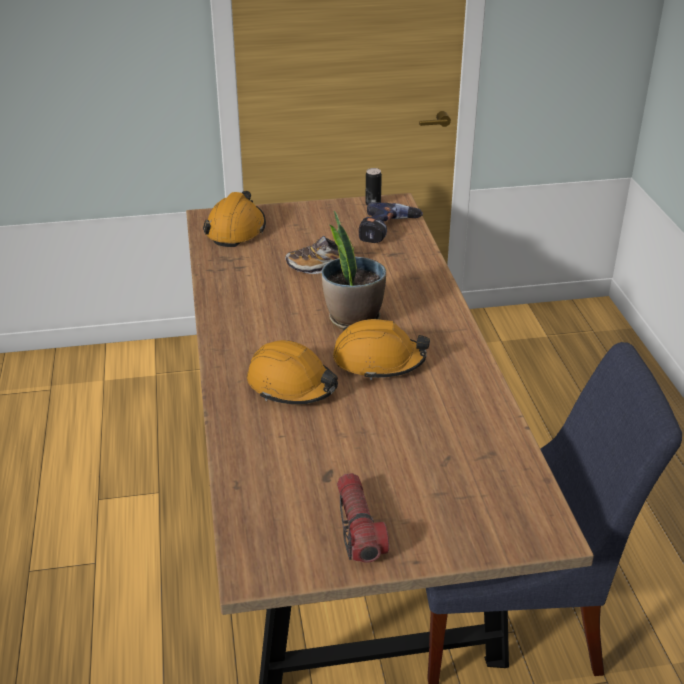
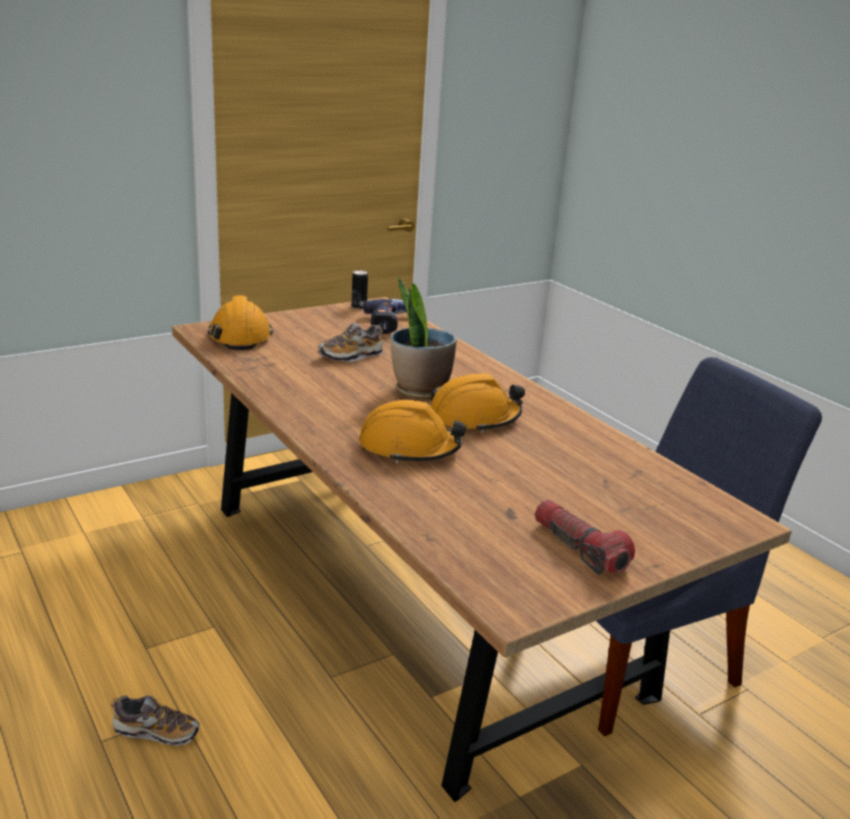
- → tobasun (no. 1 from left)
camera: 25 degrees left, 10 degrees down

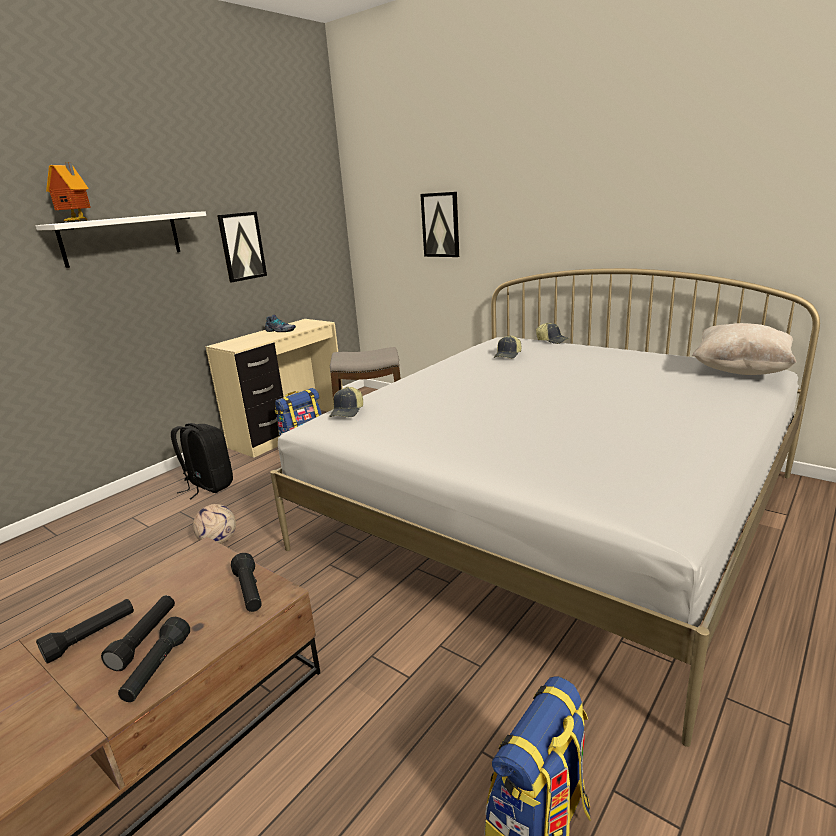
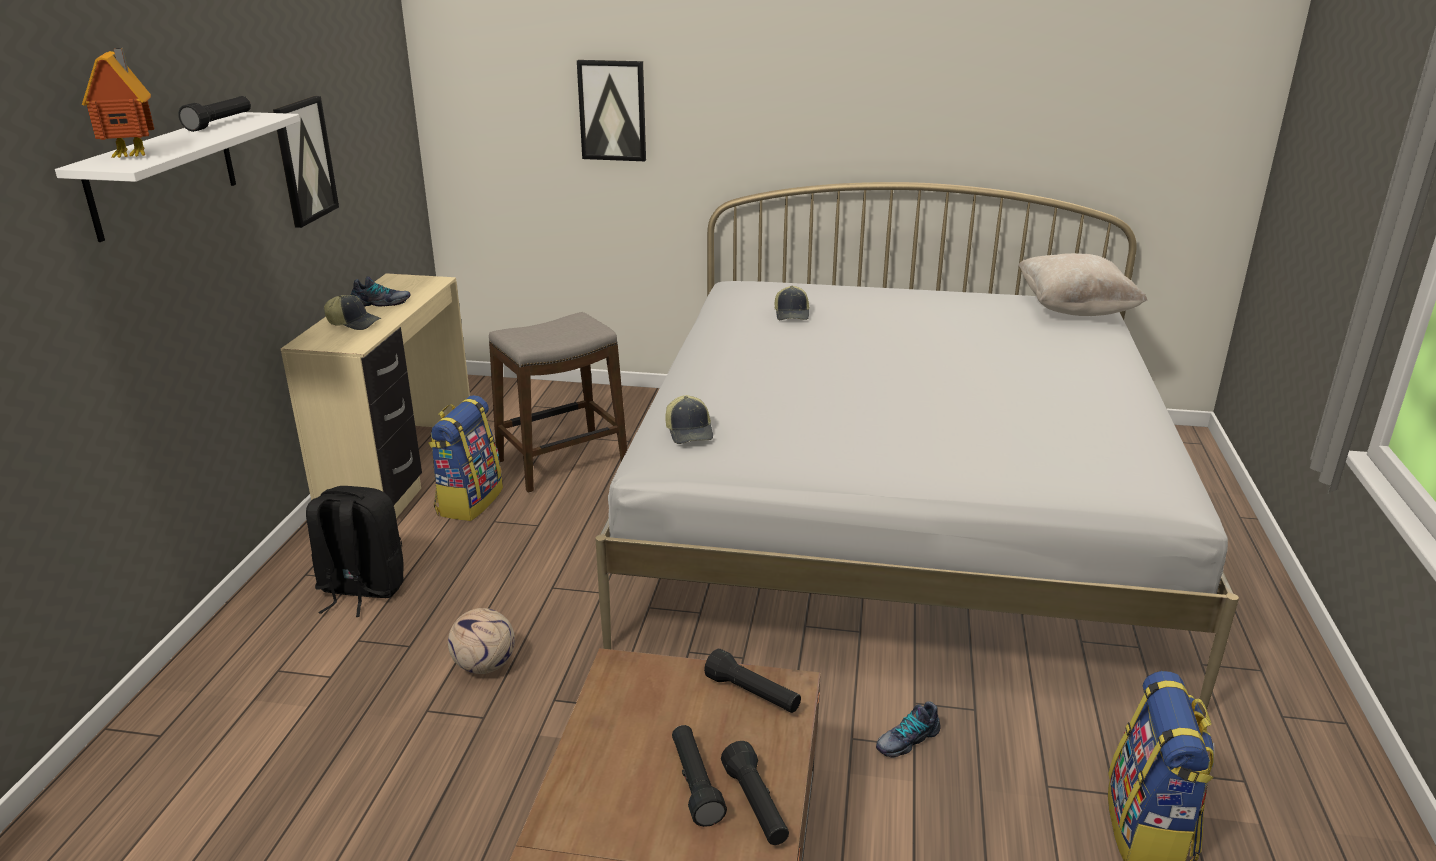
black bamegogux (no. 1 from left), relocated
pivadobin (no. 3 from left in the first image) → pivadobin (no. 1 from left), relocated
- → tobasun (no. 2 from left)
camera: 30 degrees left, 5 degrees up

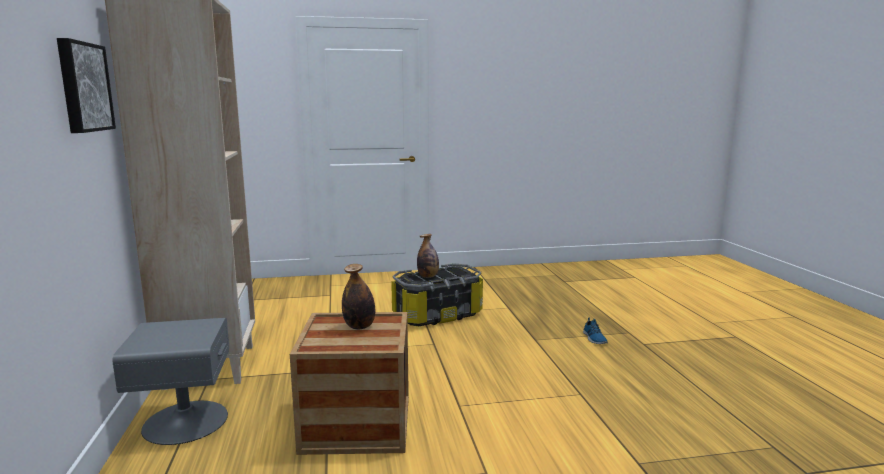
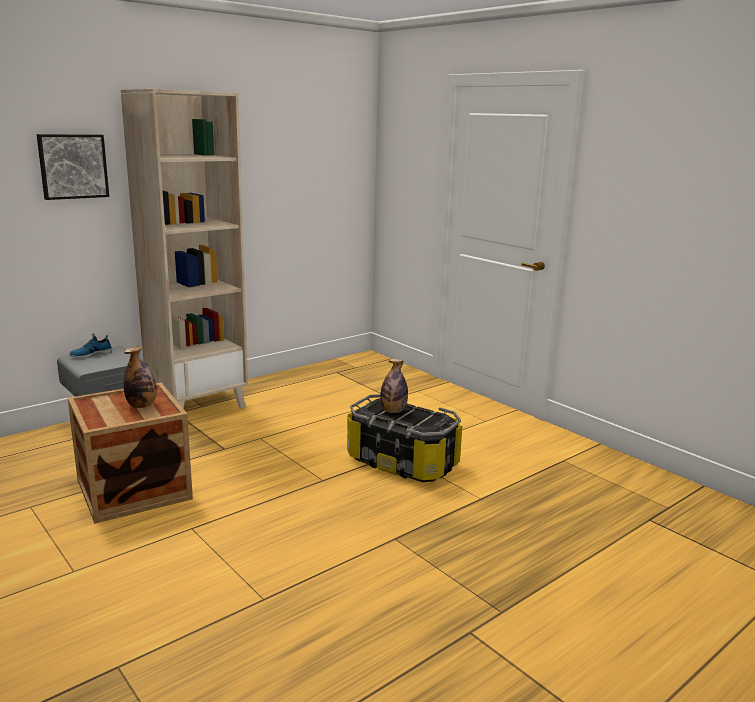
tobasun, relocated
camera: 60 degrees right, 5 degrees up

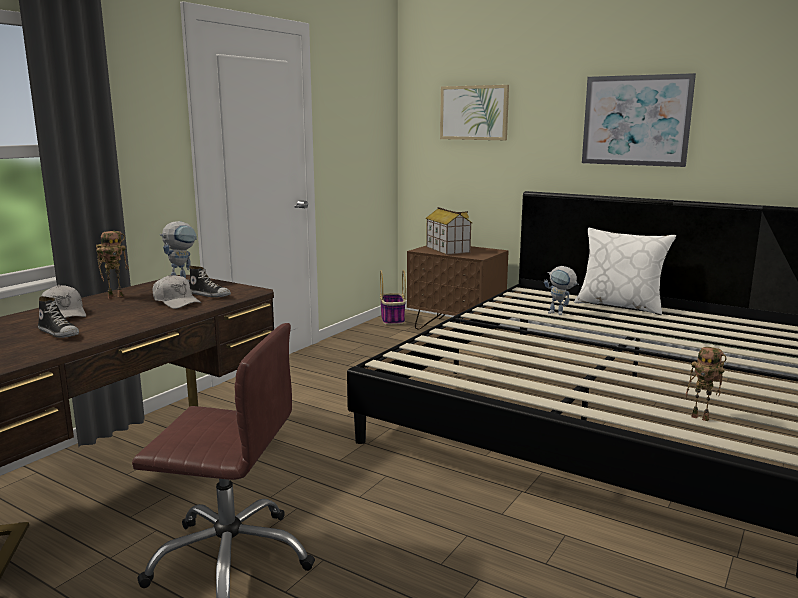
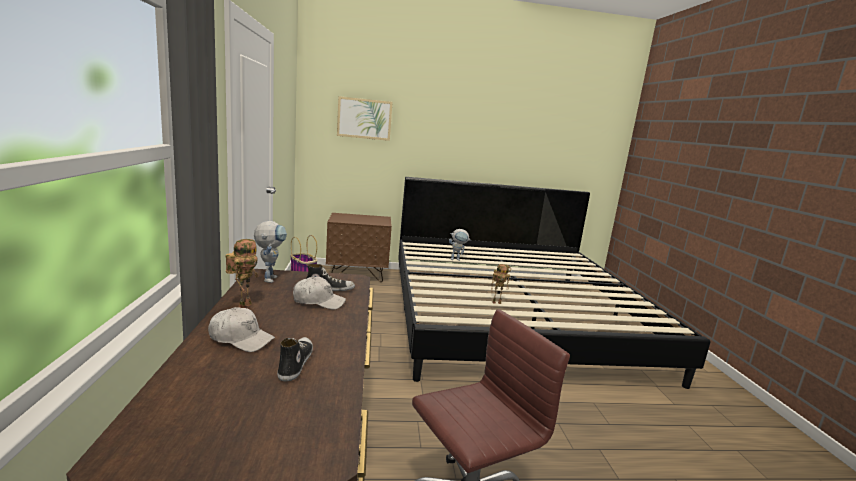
tobasun (no. 1 from left), 90 degrees counterclockwise
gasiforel → -
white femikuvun → -
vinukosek (no. 2 from left) → -
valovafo (no. 4 from left), relocated
camera: 40 degrees left, 0 degrees up

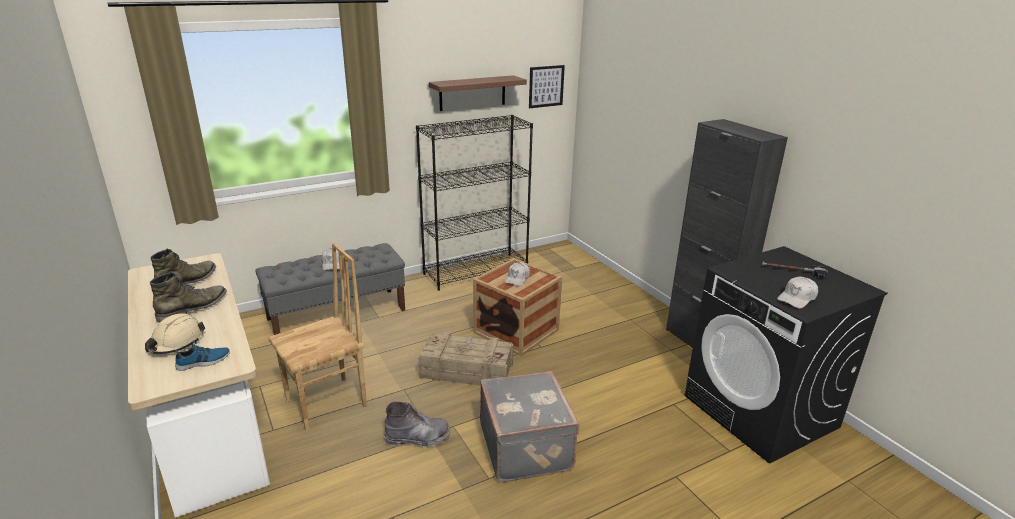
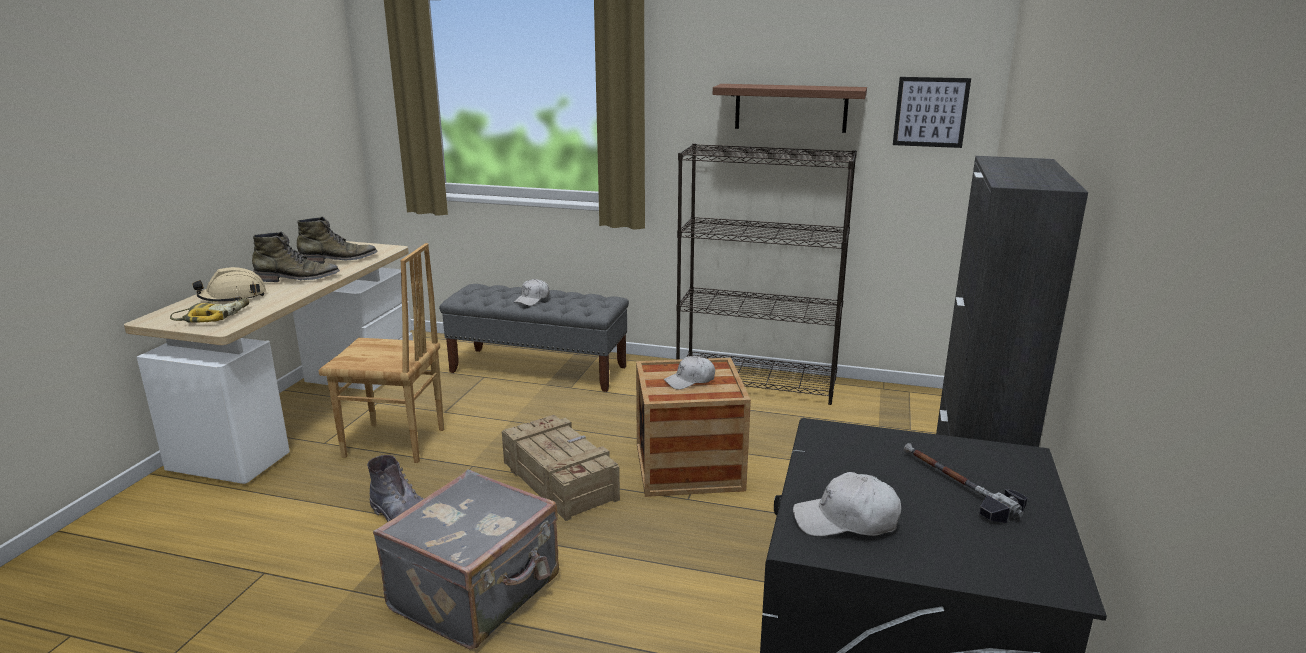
tobasun → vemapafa
camera: 45 degrees right, 5 degrees down

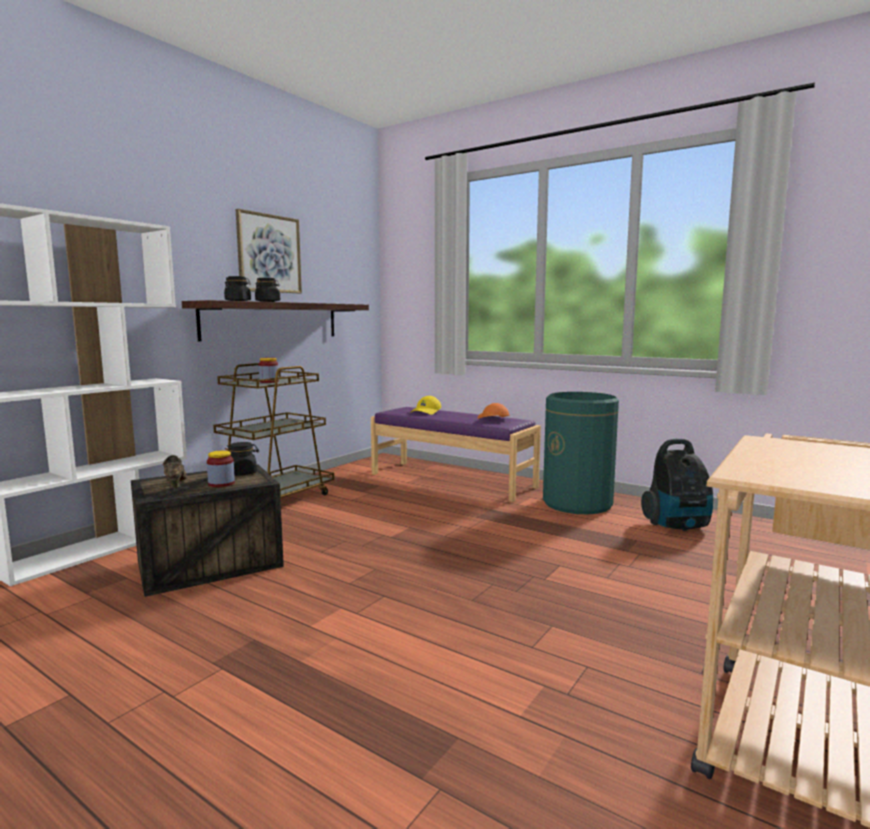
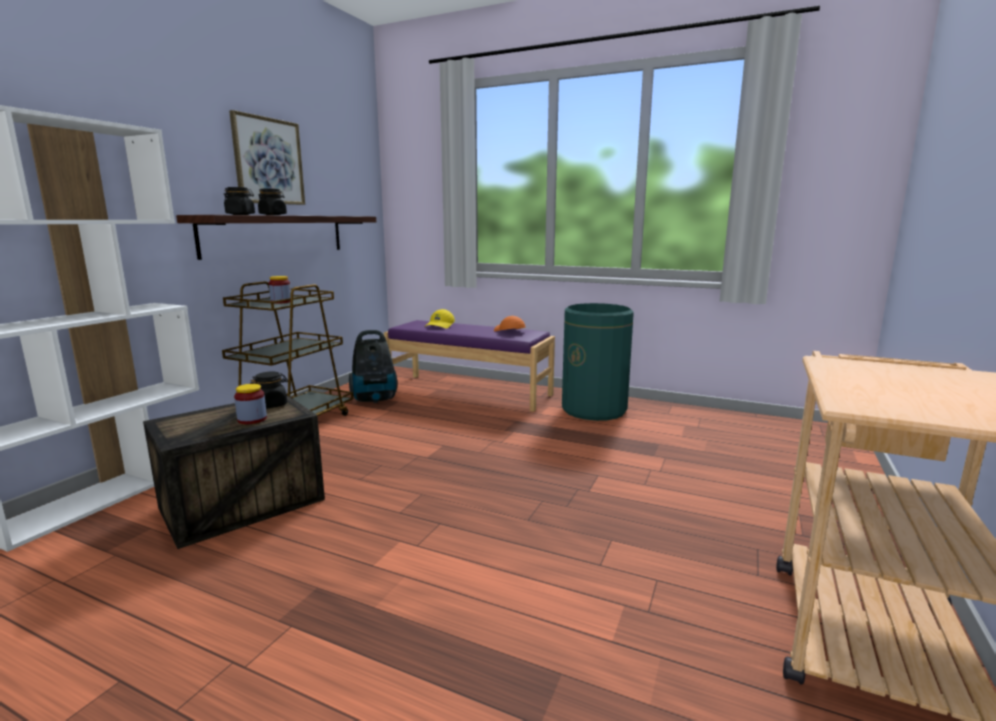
brown tobasun → -
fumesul, relocated
camera: 10 degrees left, 5 degrees up

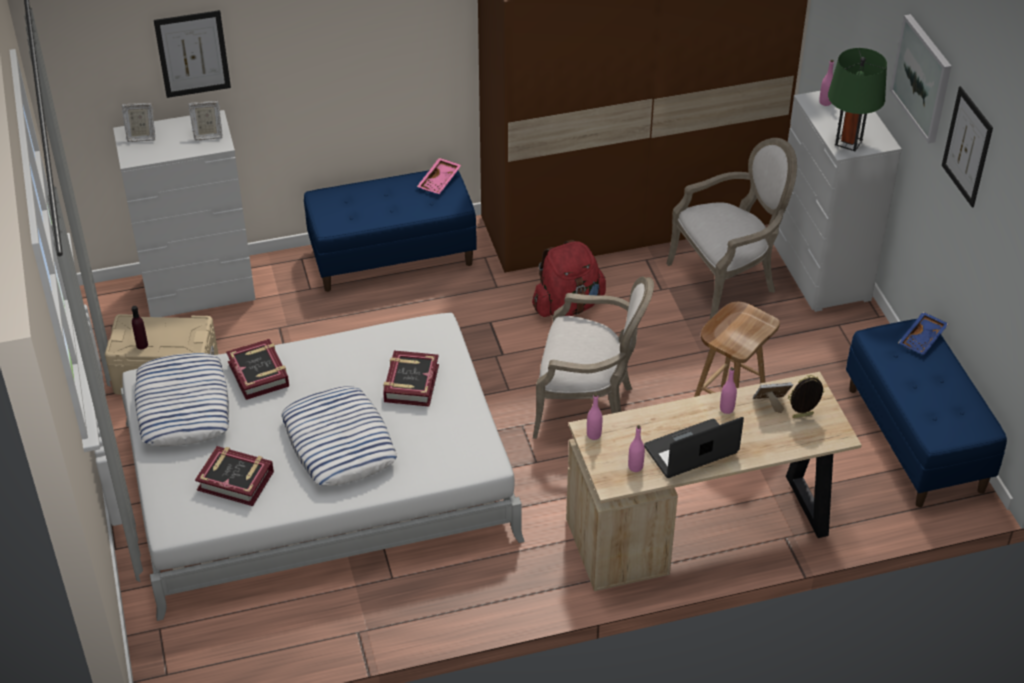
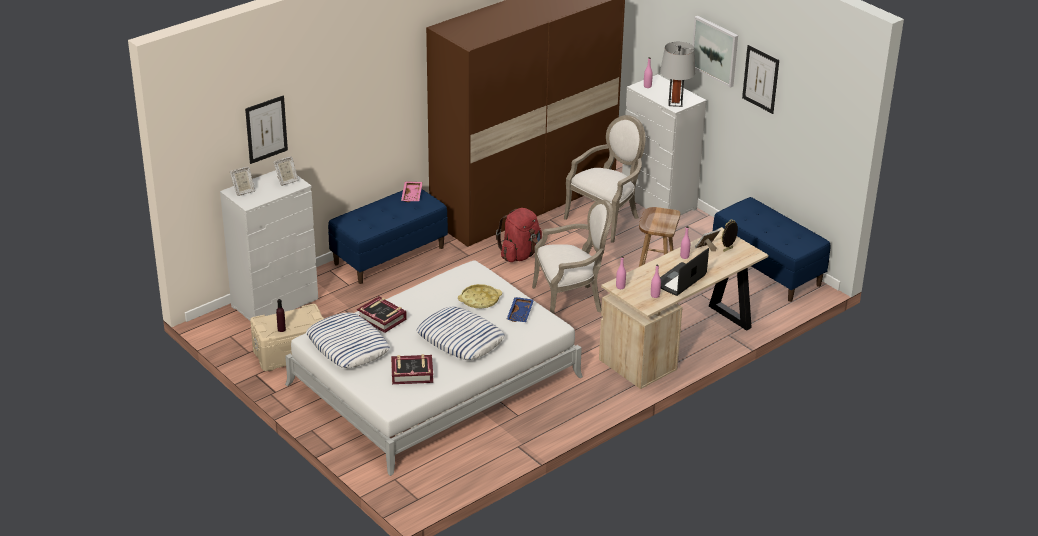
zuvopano (no. 3 from left) → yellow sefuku
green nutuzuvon → grey nutuzuvon
blue sefuku, relocated
camera: 25 degrees left, 10 degrees down

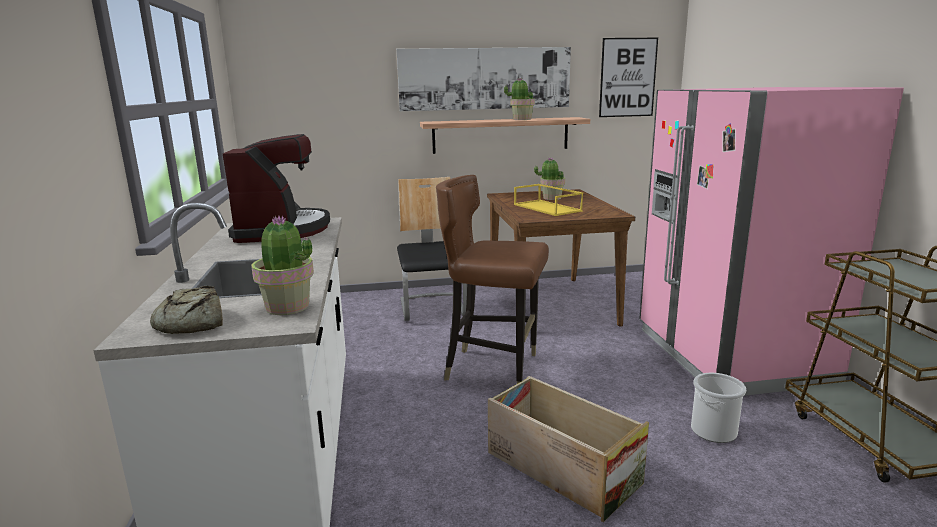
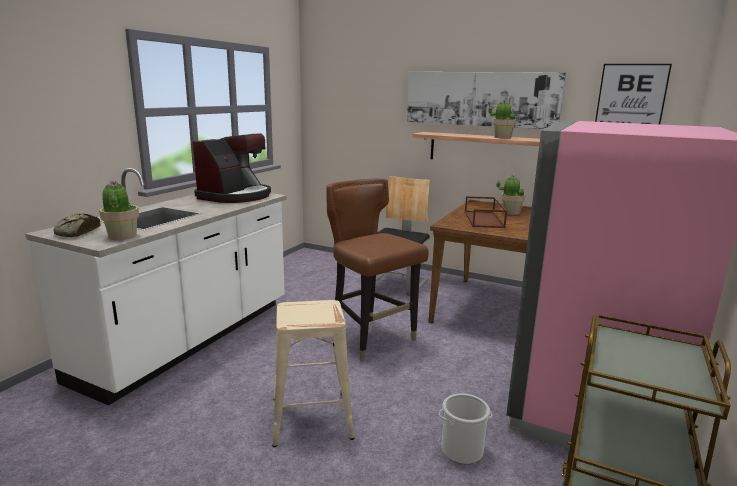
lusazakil → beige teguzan
yellow sefuku → brown sefuku
camera: 35 degrees right, 0 degrees up

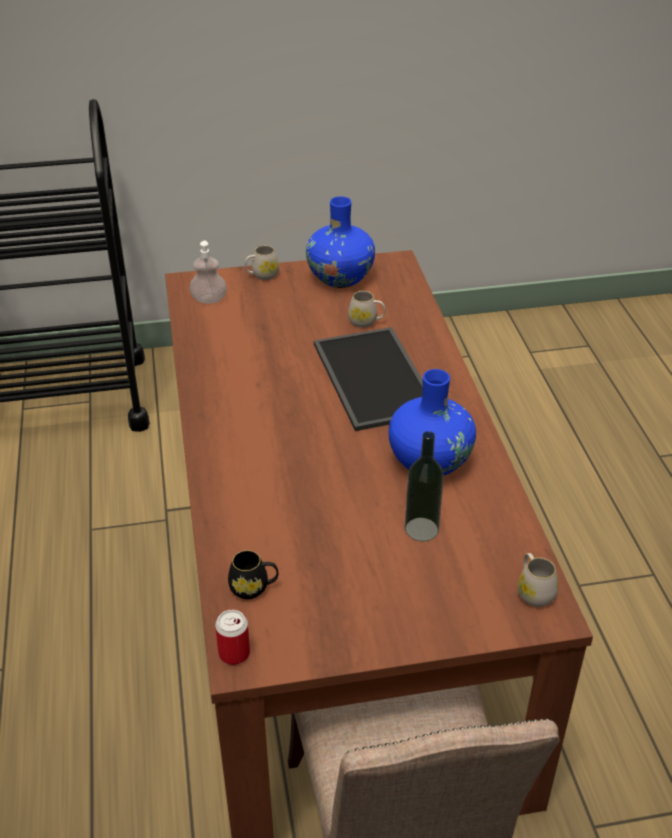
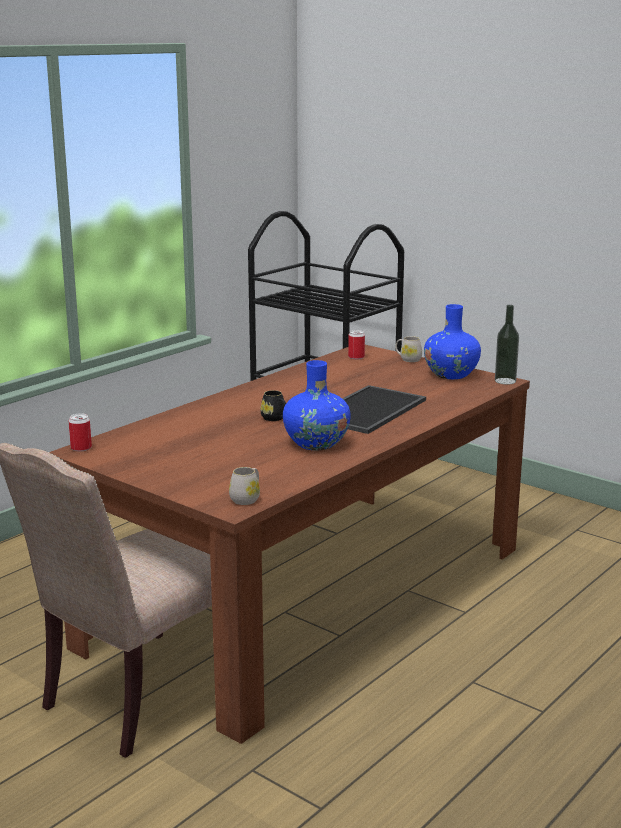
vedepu → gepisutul (no. 2 from left)
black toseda, relocated
white toseda (no. 2 from left) → -
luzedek, relocated
camera: 50 degrees right, 20 degrees down

